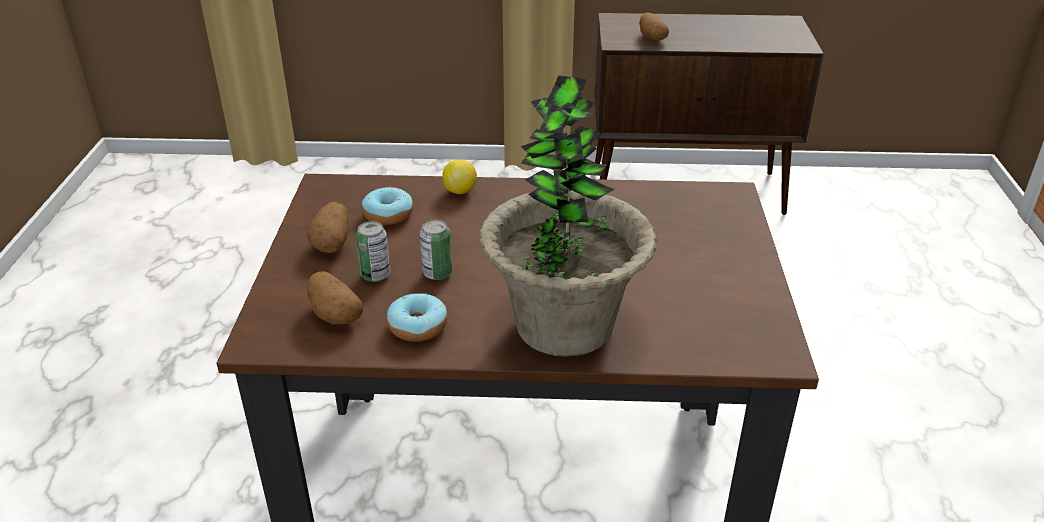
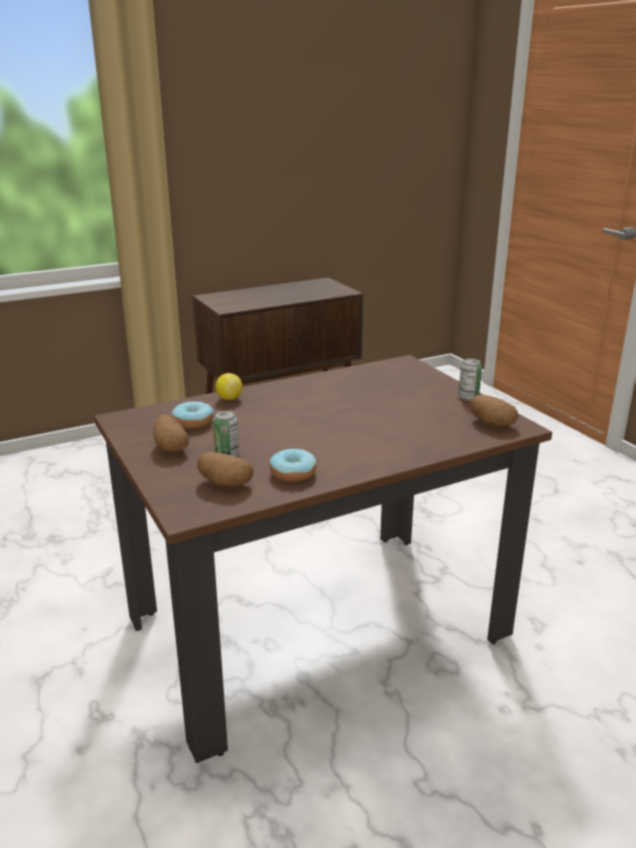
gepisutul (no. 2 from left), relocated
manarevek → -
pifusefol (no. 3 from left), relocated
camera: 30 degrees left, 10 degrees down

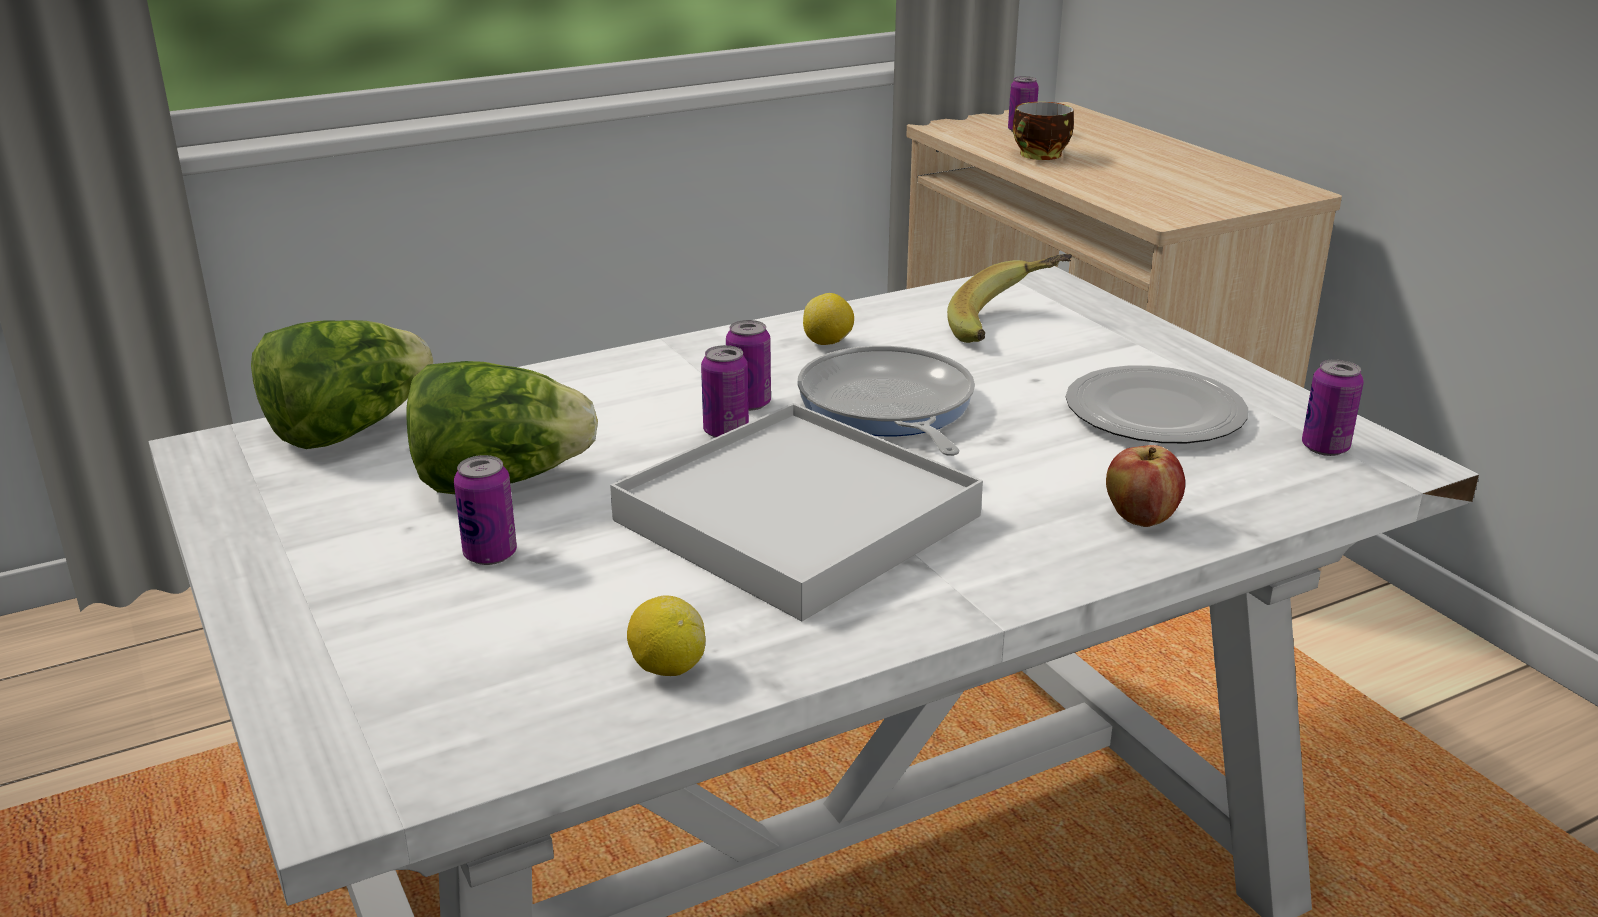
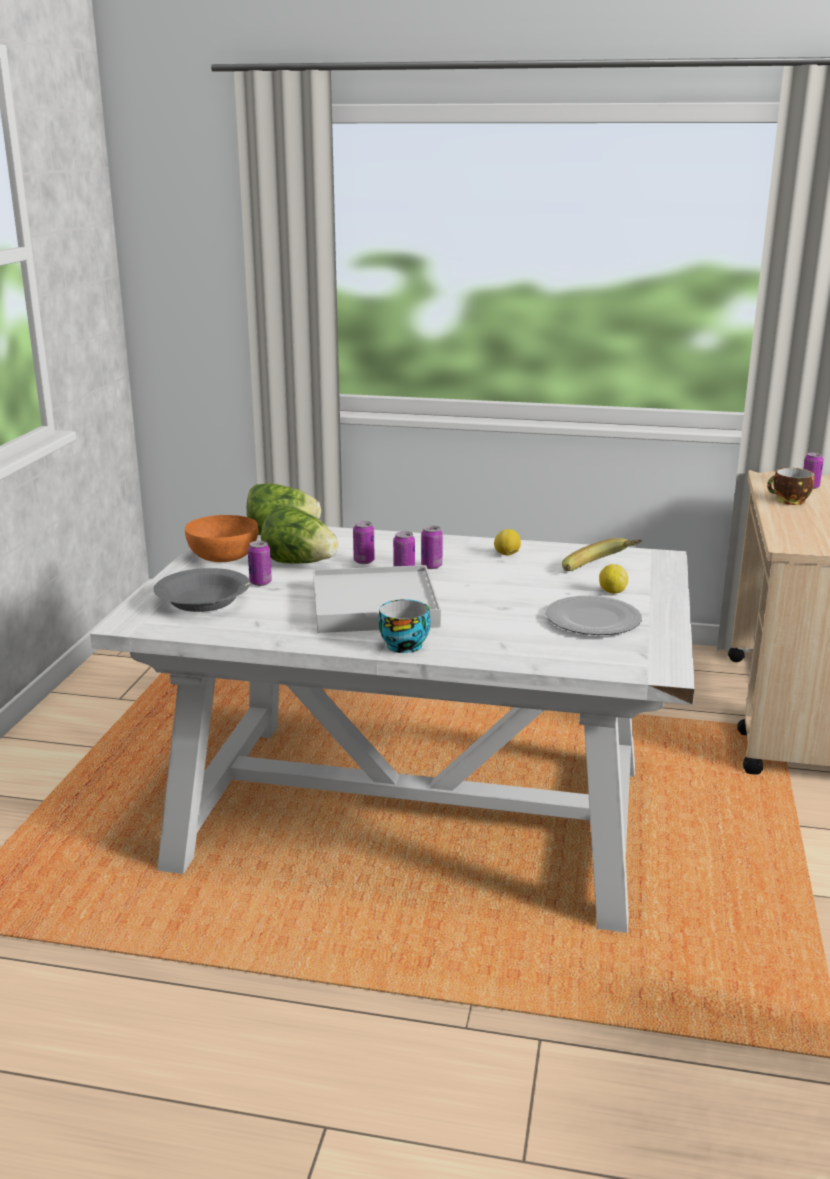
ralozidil (no. 1 from left in the first image) → ralozidil (no. 2 from left), relocated
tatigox → -
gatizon → -
gepisutul (no. 5 from left in the first image) → gepisutul (no. 2 from left), relocated
- → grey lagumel
- → orange lagumel
- → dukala (no. 1 from left)
camera: 40 degrees right, 5 degrees down

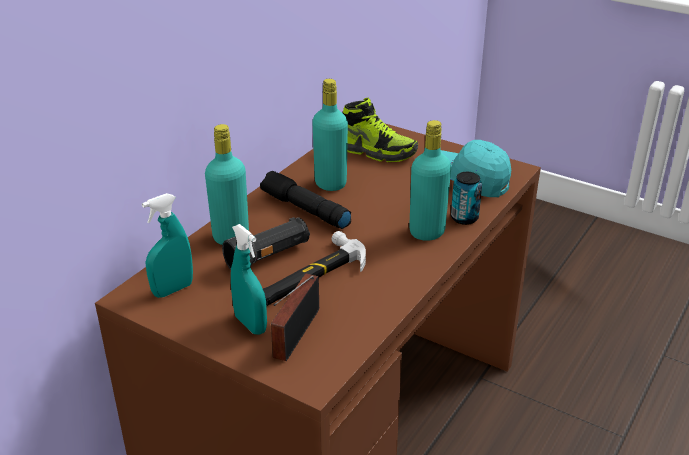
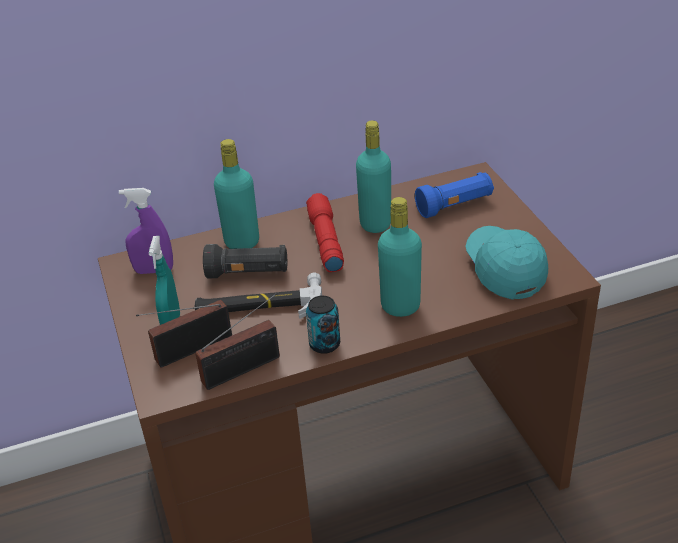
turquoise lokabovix (no. 1 from left) → purple lokabovix
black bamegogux (no. 2 from left) → red bamegogux
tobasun → blue bamegogux
gepisutul, relocated
- → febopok (no. 2 from left)
camera: 40 degrees right, 5 degrees up

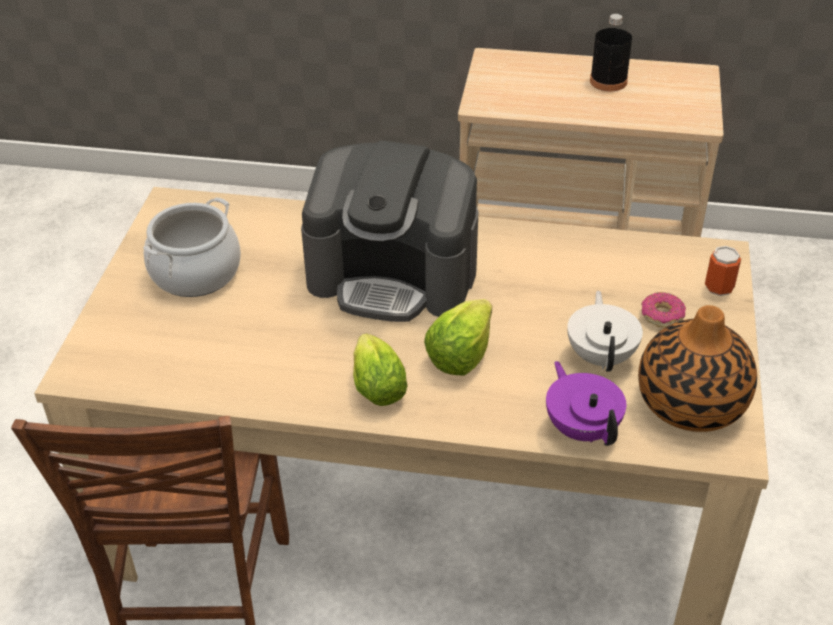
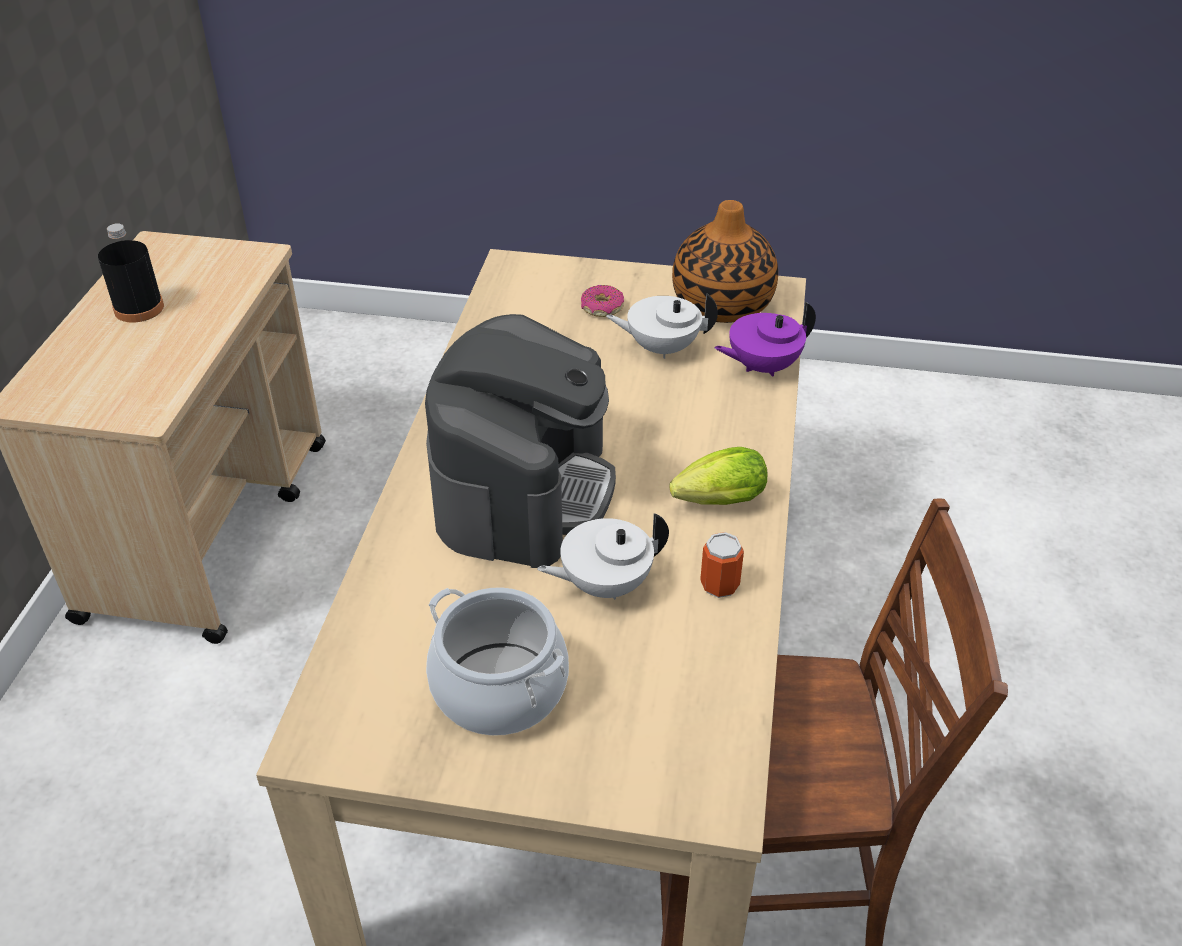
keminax (no. 2 from left) → -
gepisutul, relocated
- → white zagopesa (no. 1 from left)
camera: 90 degrees left, 0 degrees up

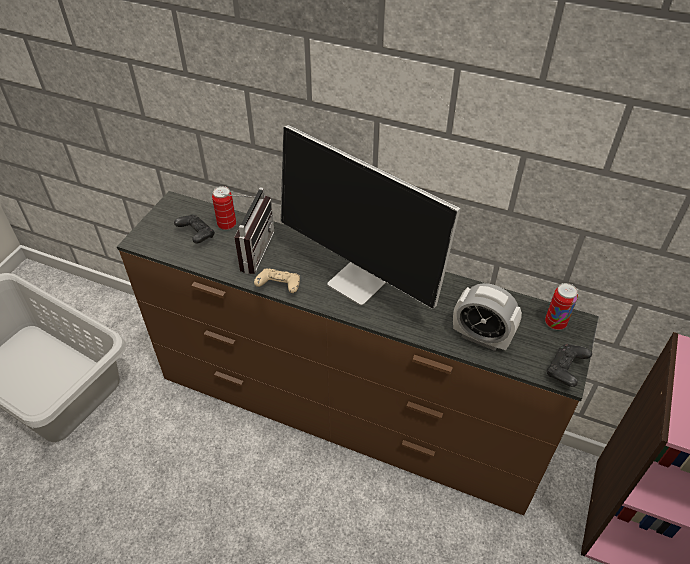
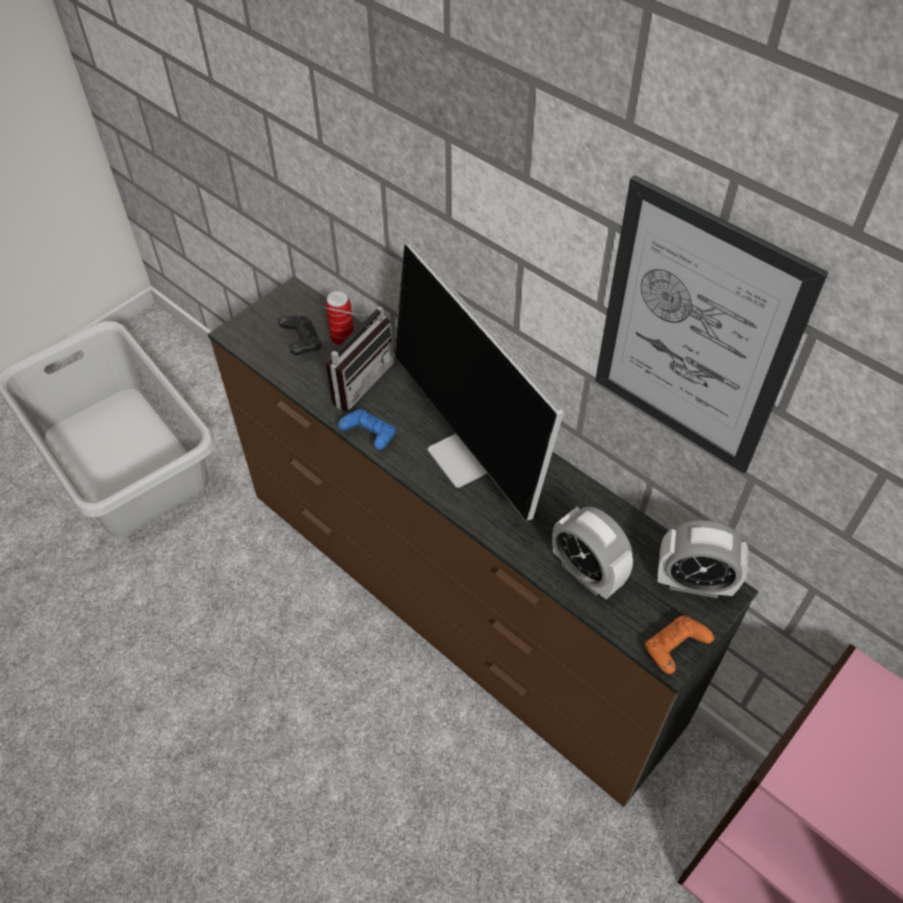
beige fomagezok → blue fomagezok
gepisutul (no. 2 from left) → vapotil (no. 2 from left)
black fomagezok (no. 2 from left) → orange fomagezok
- → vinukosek
camera: 20 degrees right, 5 degrees up

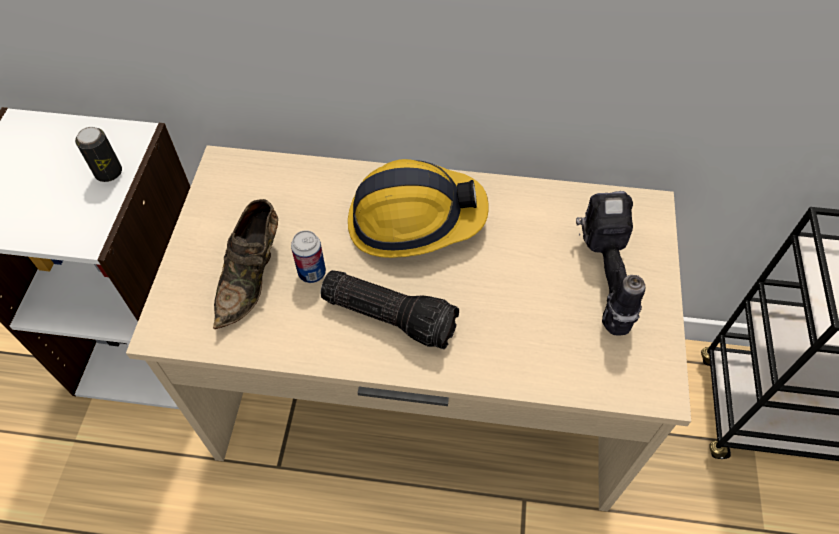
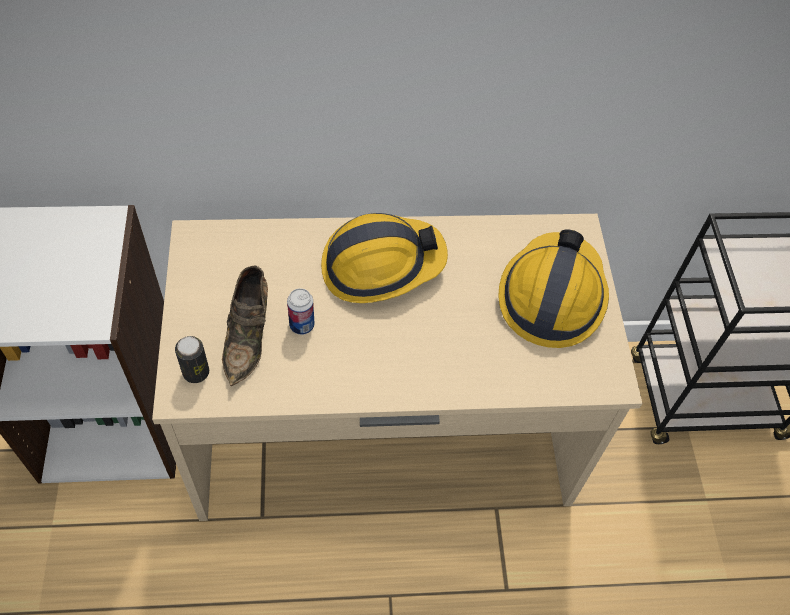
gepisutul (no. 1 from left), relocated
bamegogux → -
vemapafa → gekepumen (no. 2 from left)
camera: 15 degrees left, 0 degrees up

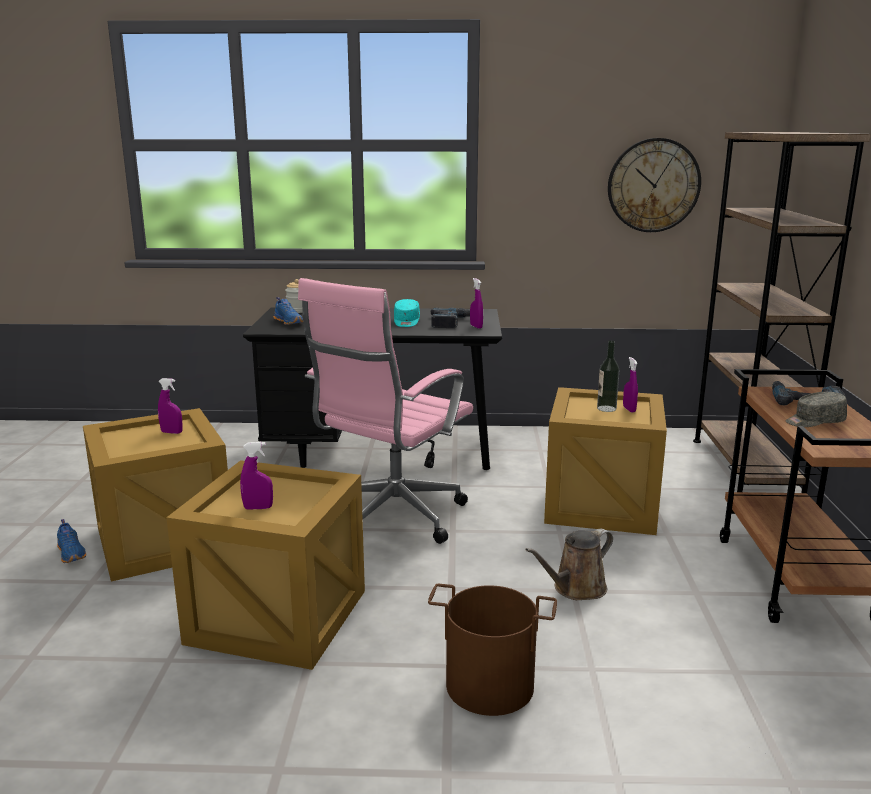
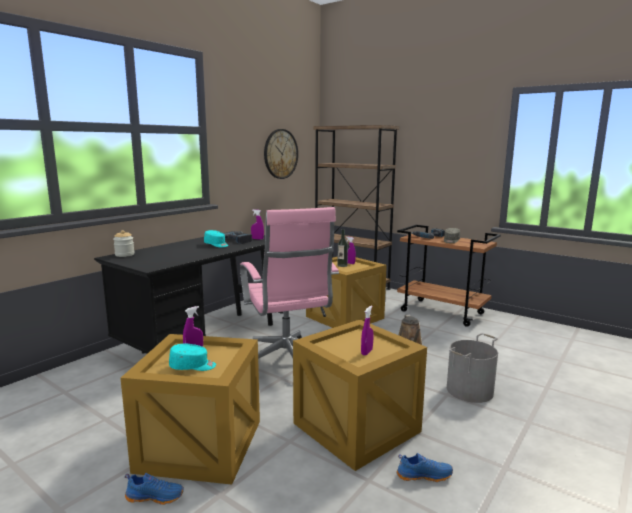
blue tobasun (no. 2 from left), relocated
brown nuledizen → grey nuledizen
- → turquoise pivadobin (no. 1 from left)
camera: 55 degrees left, 5 degrees down

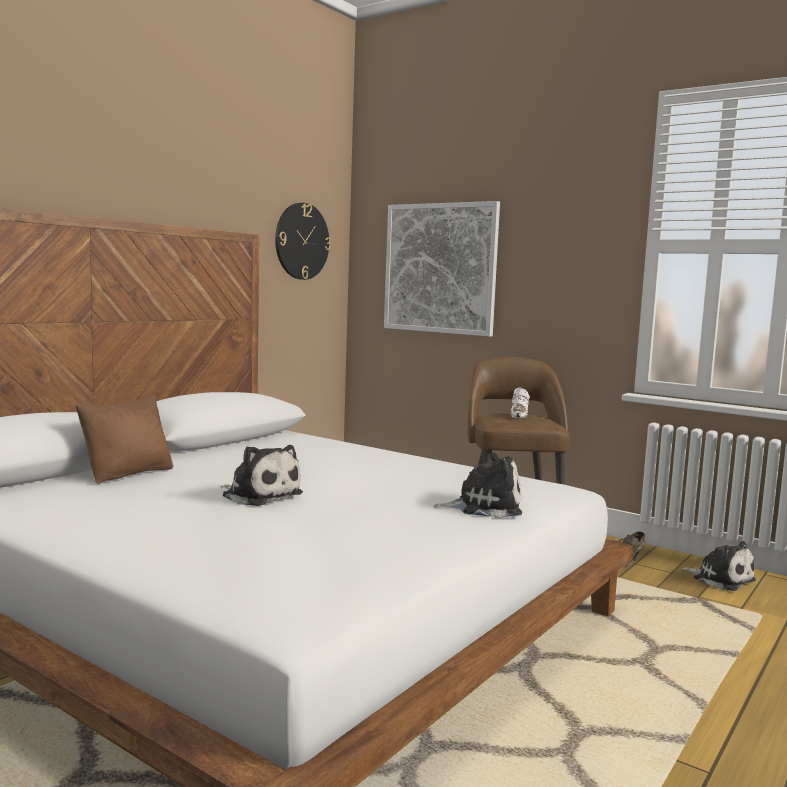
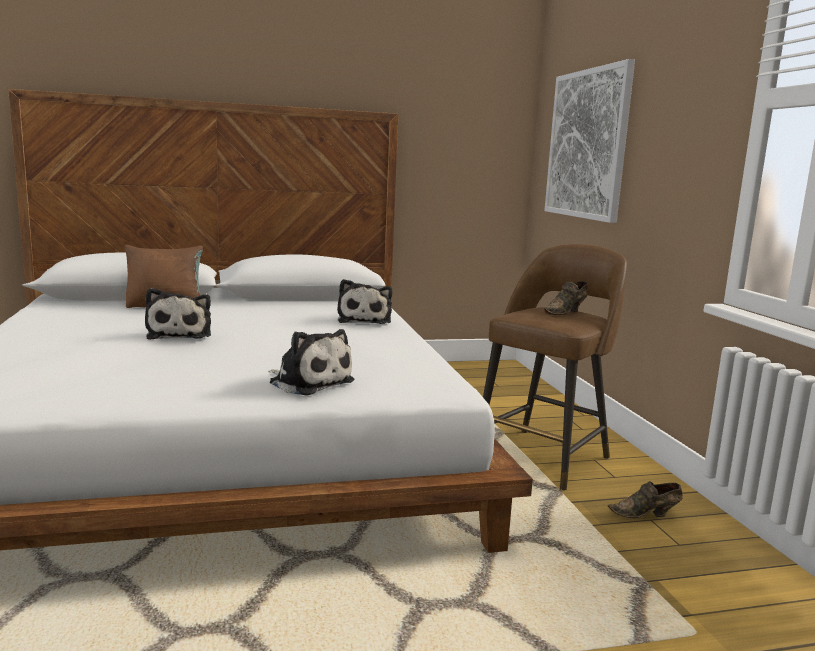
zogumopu → -
white tobasun → brown tobasun (no. 1 from left)
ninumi (no. 3 from left), relocated
camera: 40 degrees right, 5 degrees up

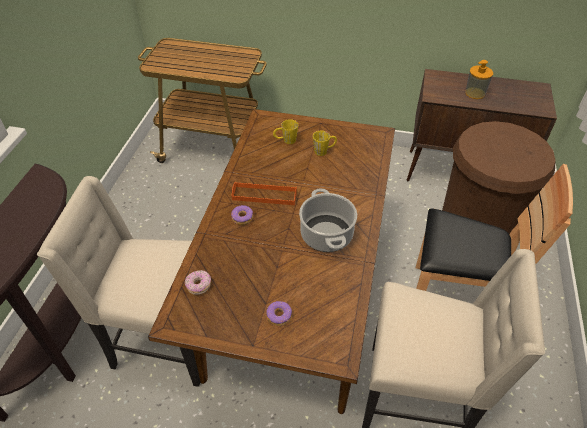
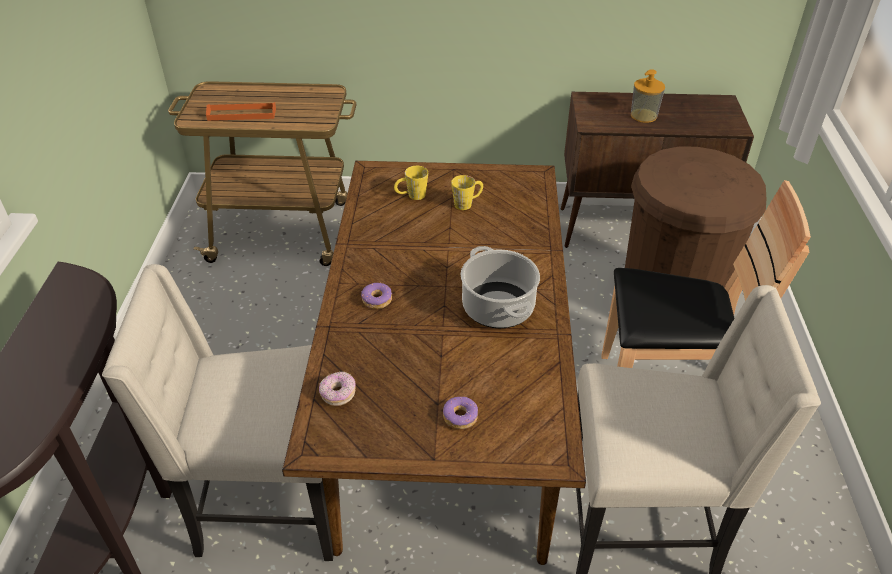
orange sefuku, relocated
camera: 10 degrees left, 5 degrees down

